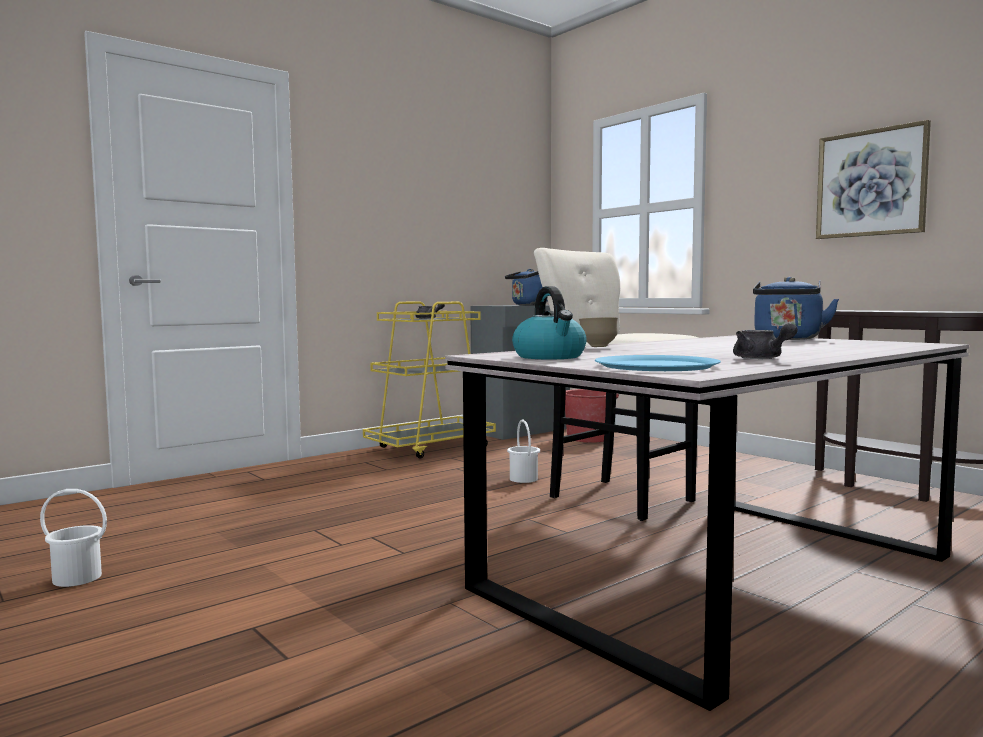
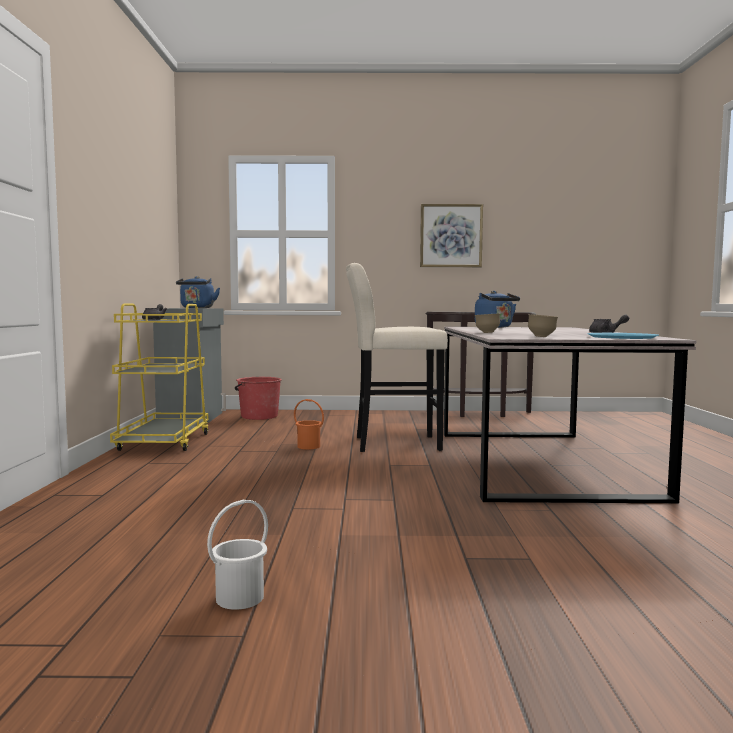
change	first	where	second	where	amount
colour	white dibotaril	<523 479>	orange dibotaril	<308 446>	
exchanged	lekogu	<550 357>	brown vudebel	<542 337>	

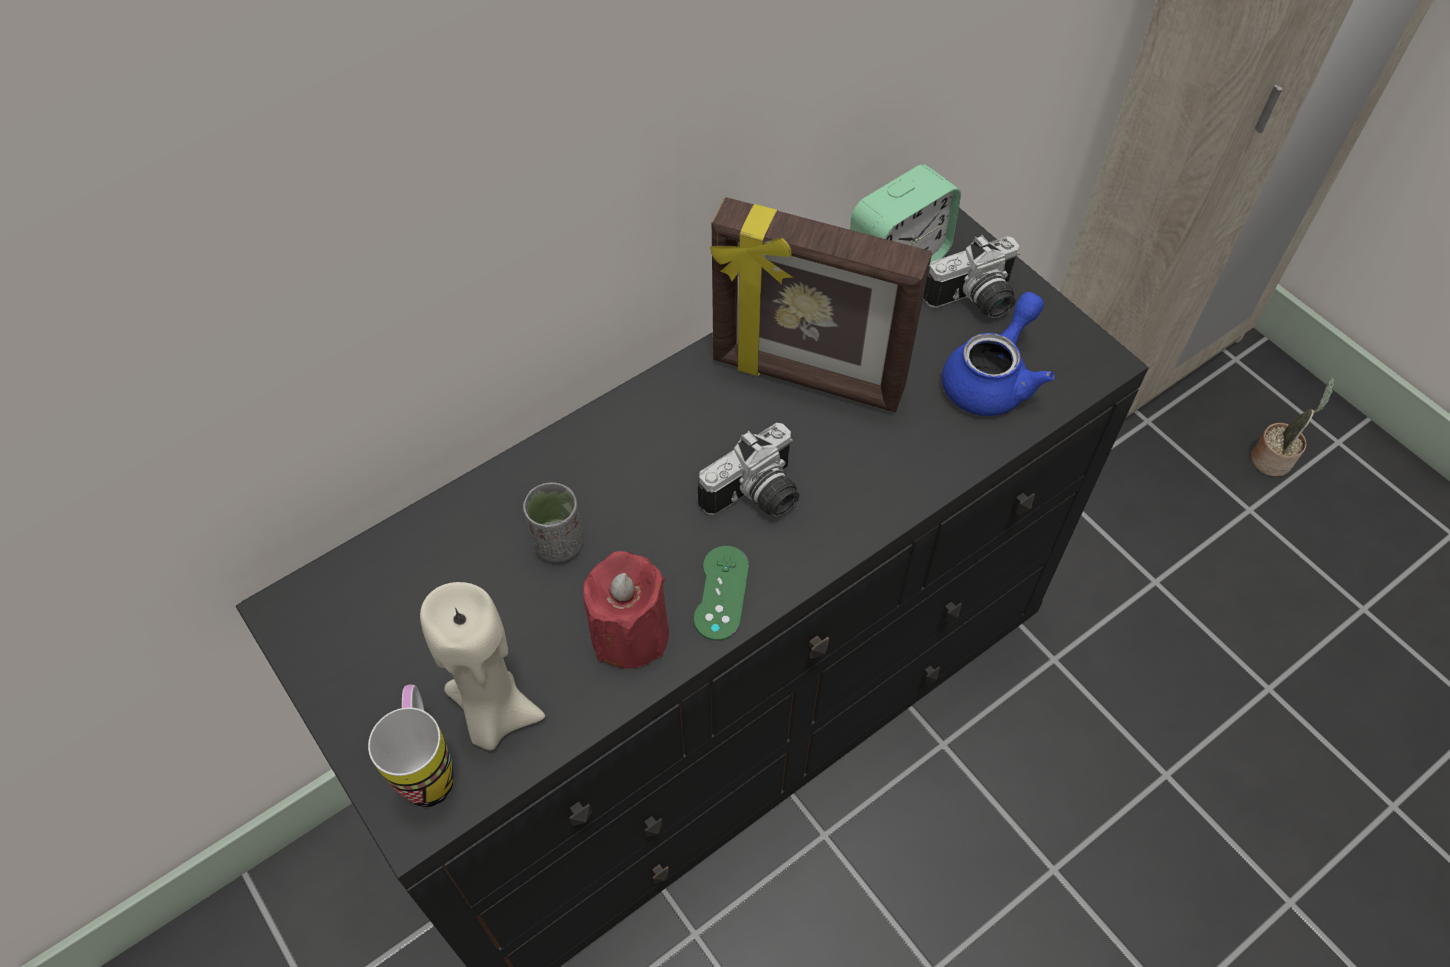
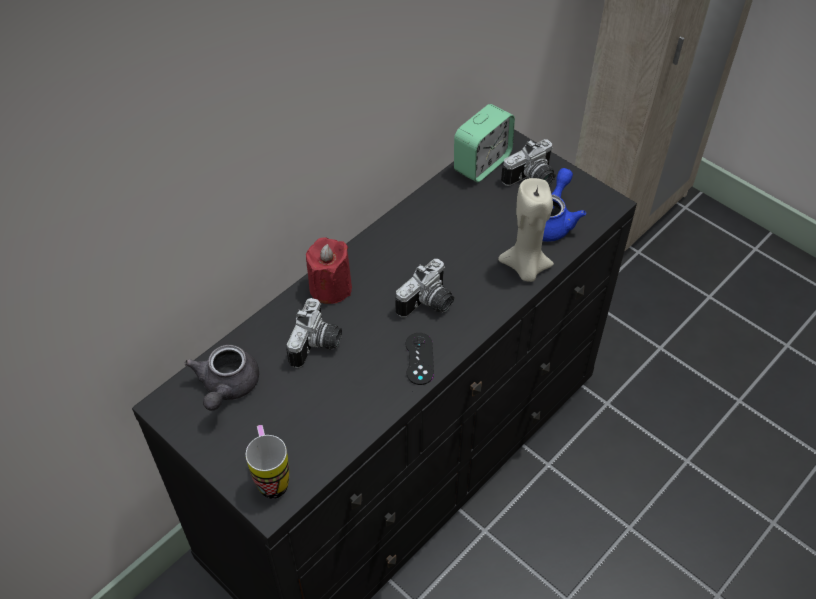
change	first	where	second	where	amount
relocated	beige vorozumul	<494 713>		<525 268>	
exchanged	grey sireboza	<558 543>	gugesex	<318 345>	
relocated	red vorozumul	<630 633>		<330 288>	
colour	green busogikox	<721 593>	black busogikox	<419 359>	
missing	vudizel	<807 378>			
missing	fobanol	<1273 458>			
appeared			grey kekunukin	<227 387>	

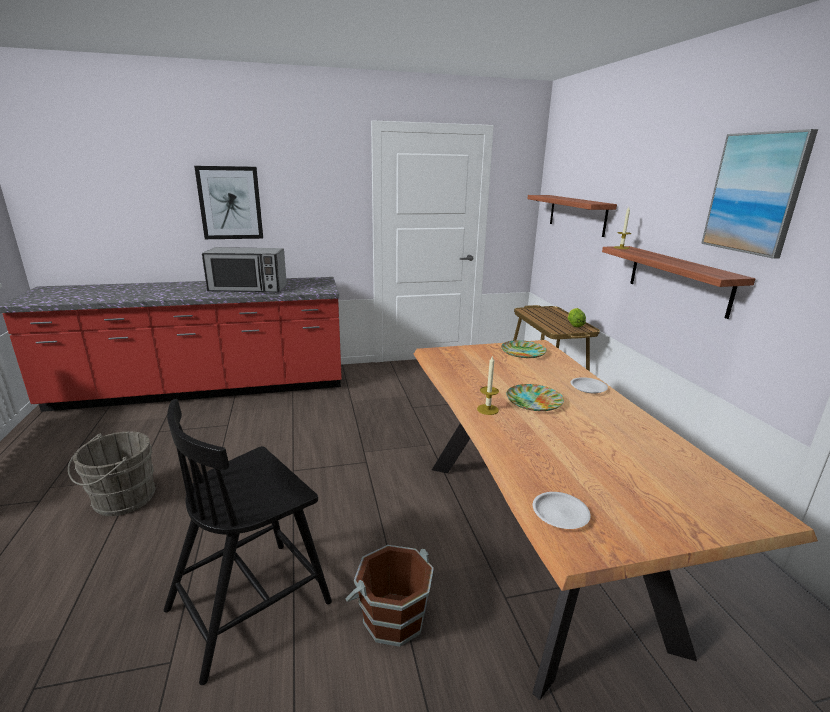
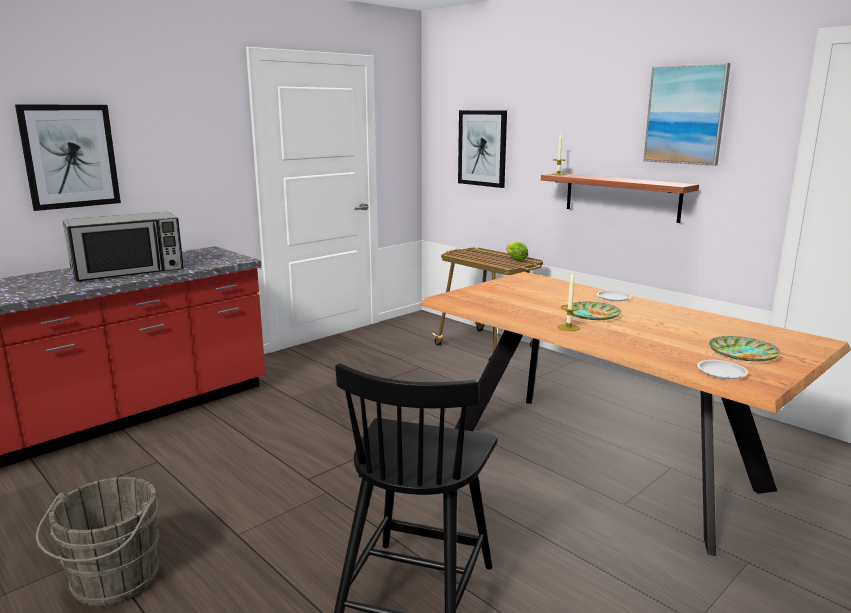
change	first	where	second	where	amount
missing	brown dibotaril	<393 617>			
relocated	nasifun	<523 352>		<742 353>	
exchanged	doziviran	<577 214>	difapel	<482 148>	

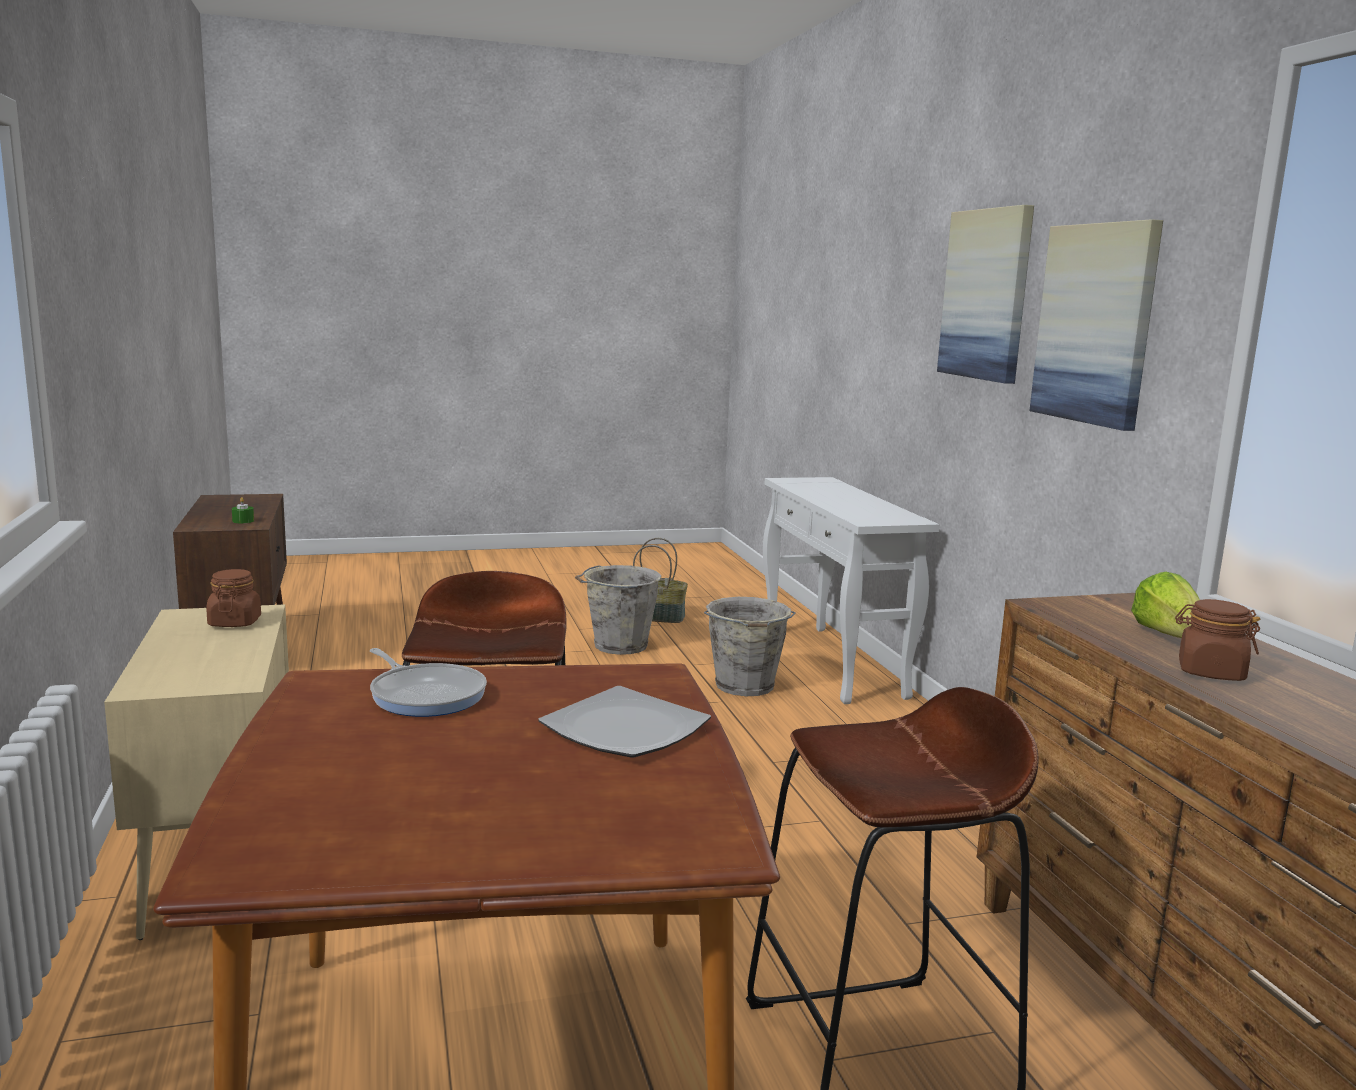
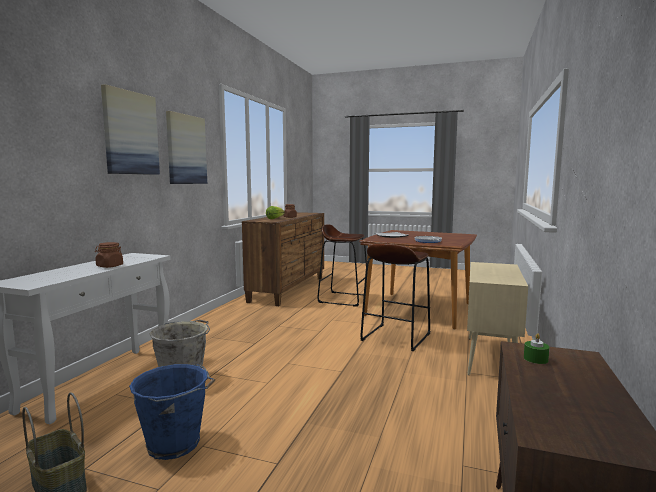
change	first	where	second	where	amount
relocated	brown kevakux	<235 622>		<109 266>	
colour	grey dibotaril	<618 646>	blue dibotaril	<175 444>	

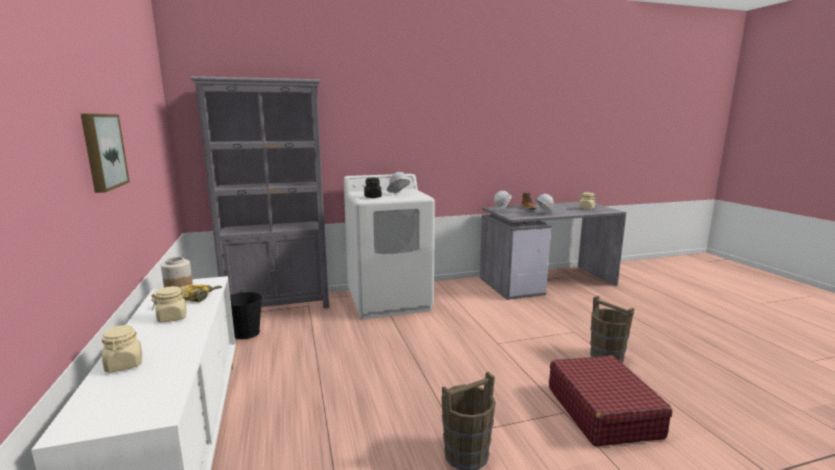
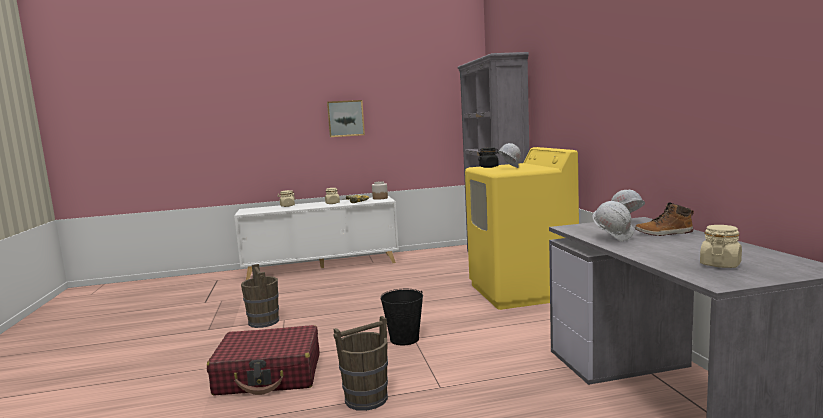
change	first	where	second	where	amount
relocated	black dibotaril	<247 333>		<404 339>	
colour	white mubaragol	<389 301>	yellow mubaragol	<521 291>	

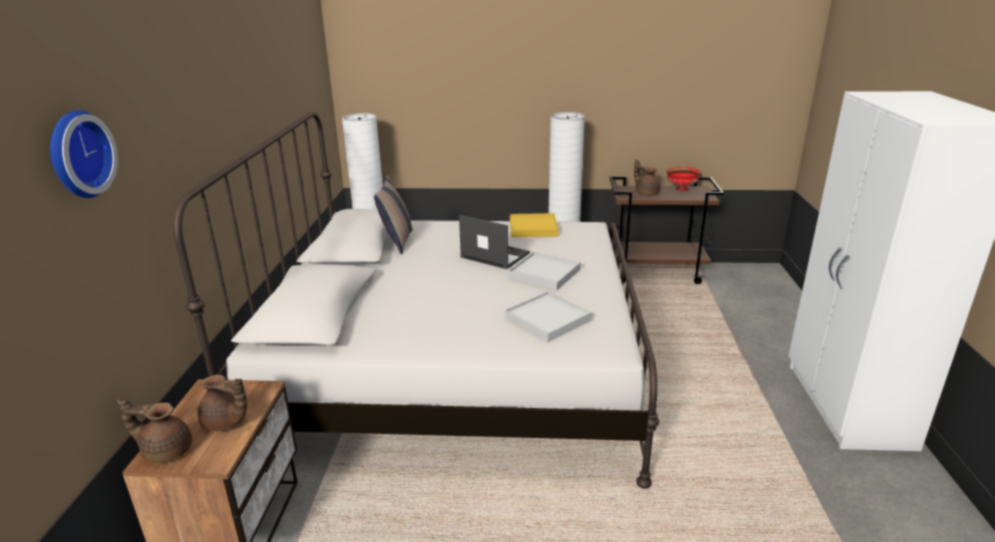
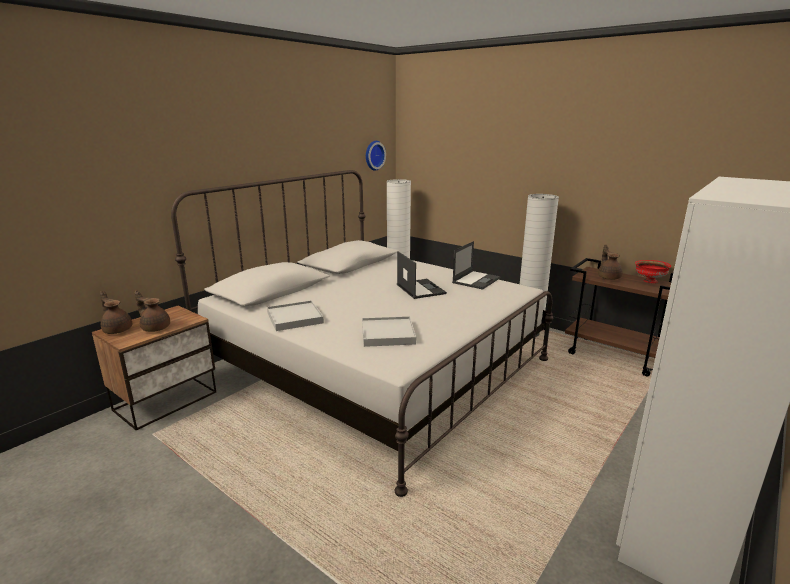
change	first	where	second	where	amount
relocated	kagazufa	<76 154>		<373 155>	
spun	brown kekunukin	<226 423>		<155 328>	150 degrees clockwise
missing	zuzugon	<397 241>			
relocated	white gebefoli	<545 273>		<295 318>	
exchanged	yellow gebefoli	<533 228>	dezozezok	<476 280>	

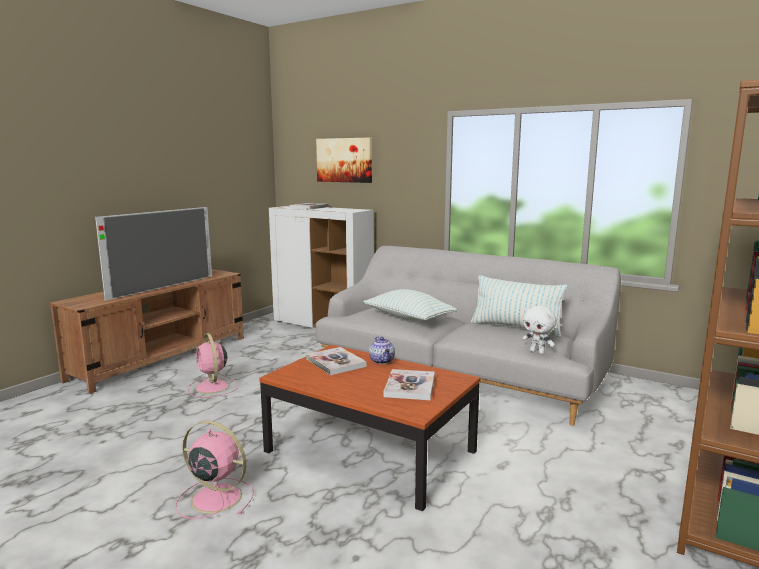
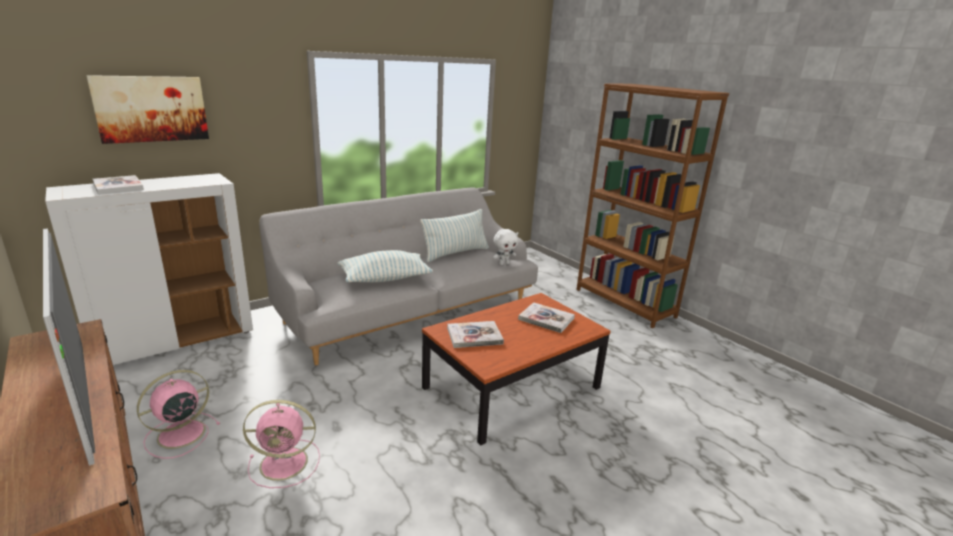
change	first	where	second	where	amount
relocated	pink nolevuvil	<214 498>		<179 435>	
missing	kekunukin	<382 361>			

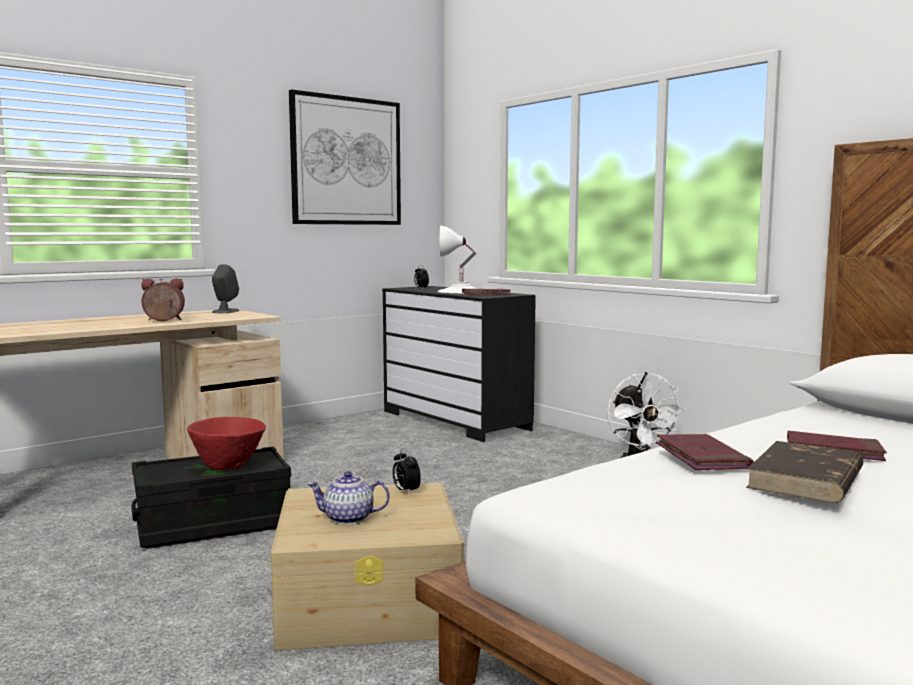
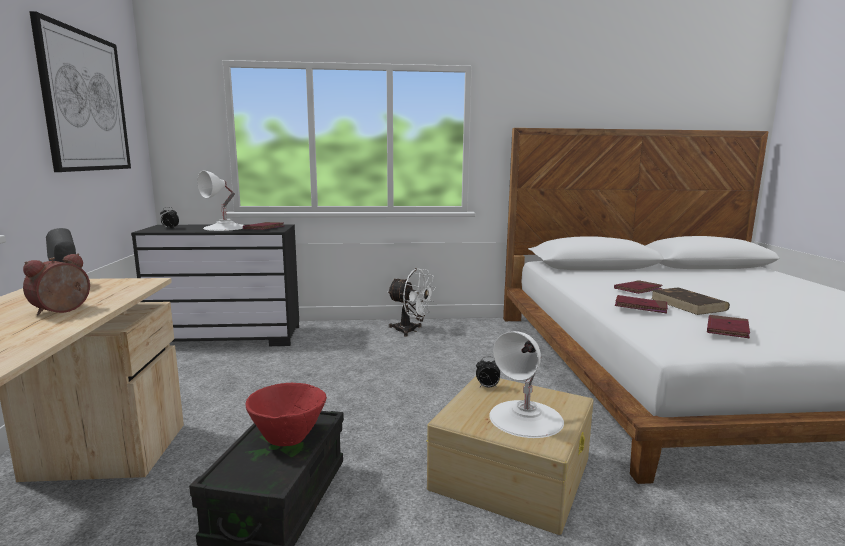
change	first	where	second	where	amount
exchanged	kekunukin	<349 518>	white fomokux	<526 418>	
appeared			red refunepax	<727 329>	

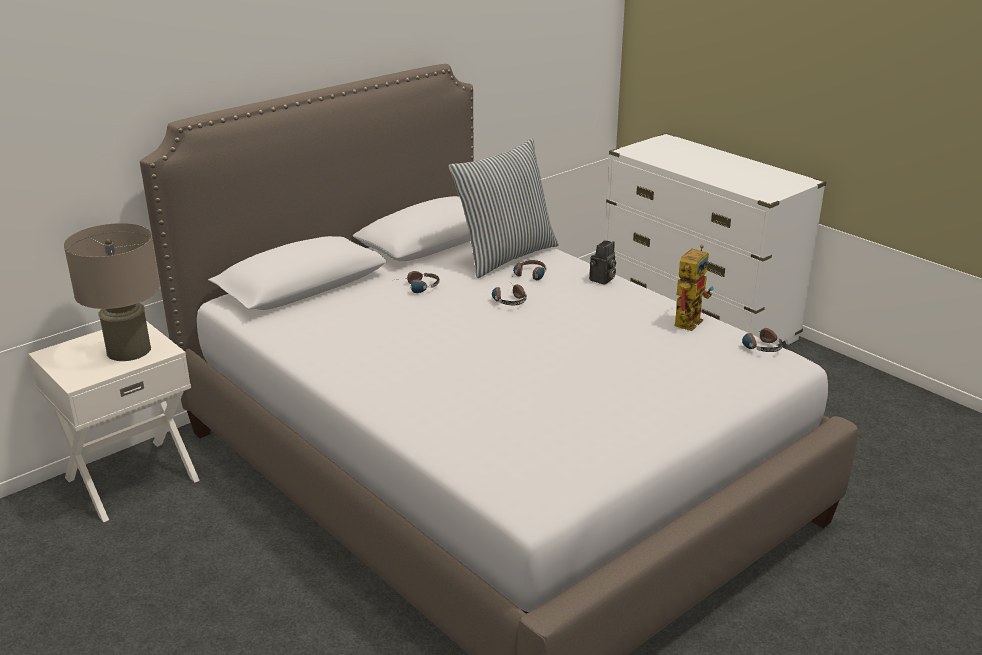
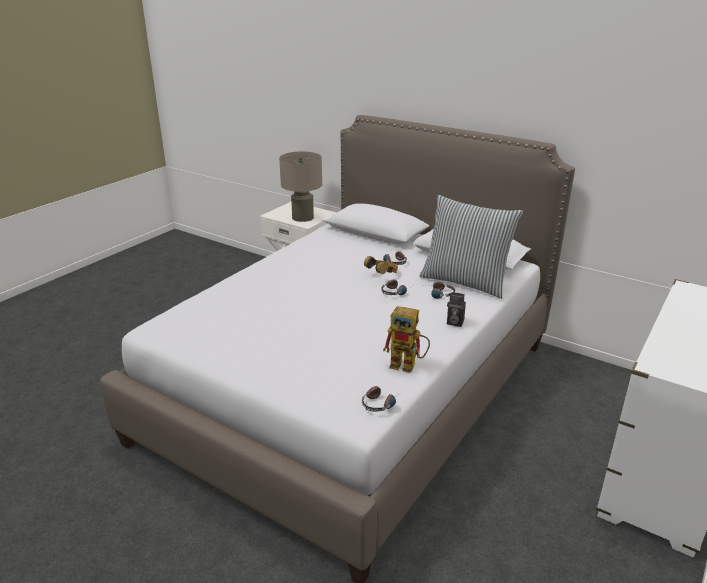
change	first	where	second	where	amount
appeared			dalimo	<382 275>	

